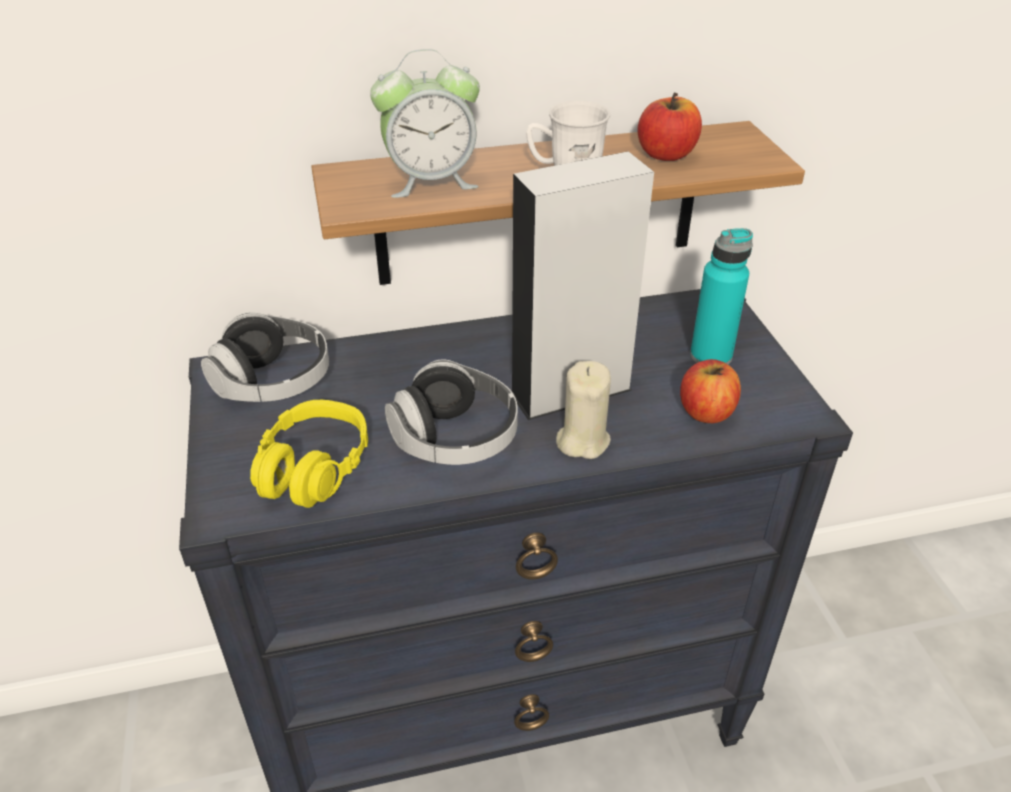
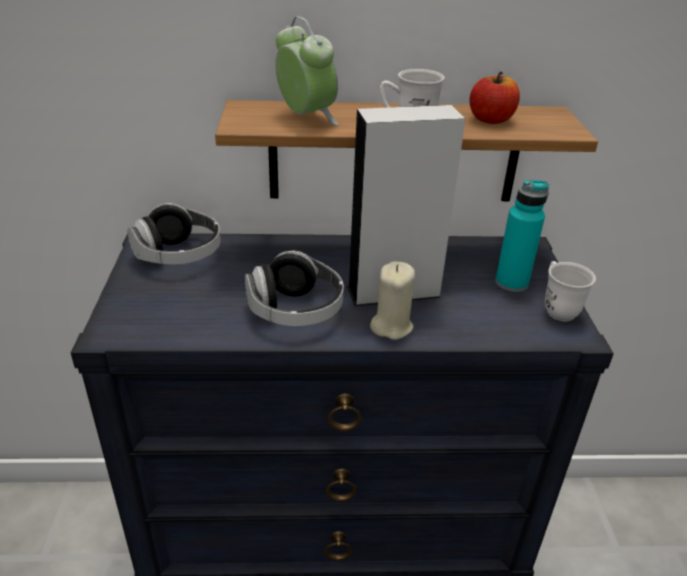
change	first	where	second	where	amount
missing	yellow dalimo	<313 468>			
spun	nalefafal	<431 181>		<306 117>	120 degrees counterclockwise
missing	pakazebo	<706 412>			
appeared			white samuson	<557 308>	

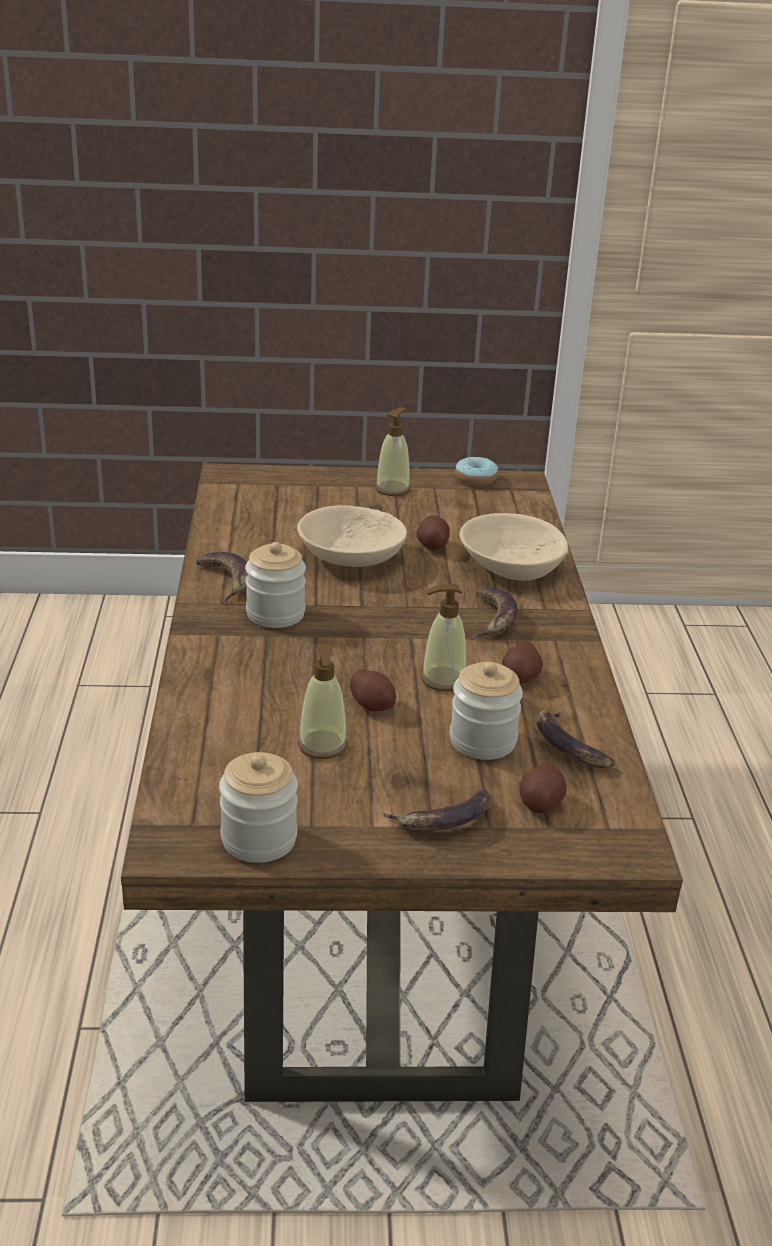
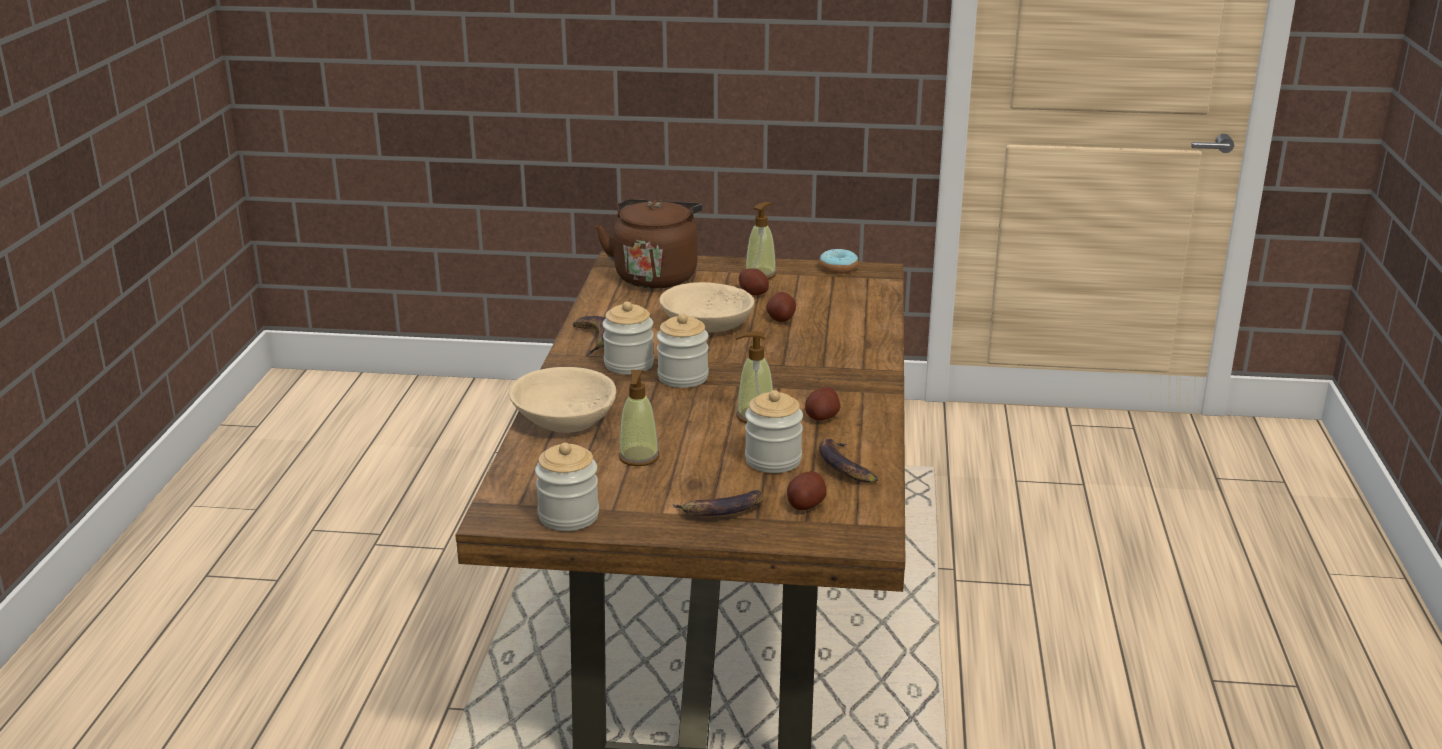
change	first	where	second	where	amount
relocated	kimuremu	<372 705>		<753 293>	
relocated	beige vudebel	<511 566>		<564 418>	
missing	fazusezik	<493 619>			
appeared			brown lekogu	<656 275>	
appeared			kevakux	<683 377>	

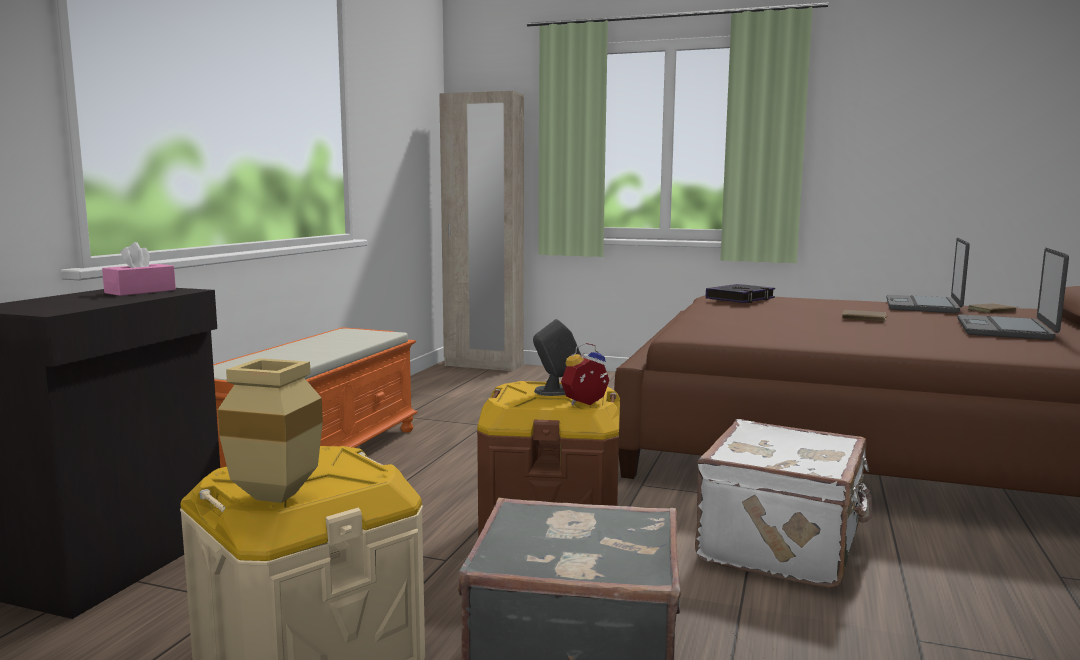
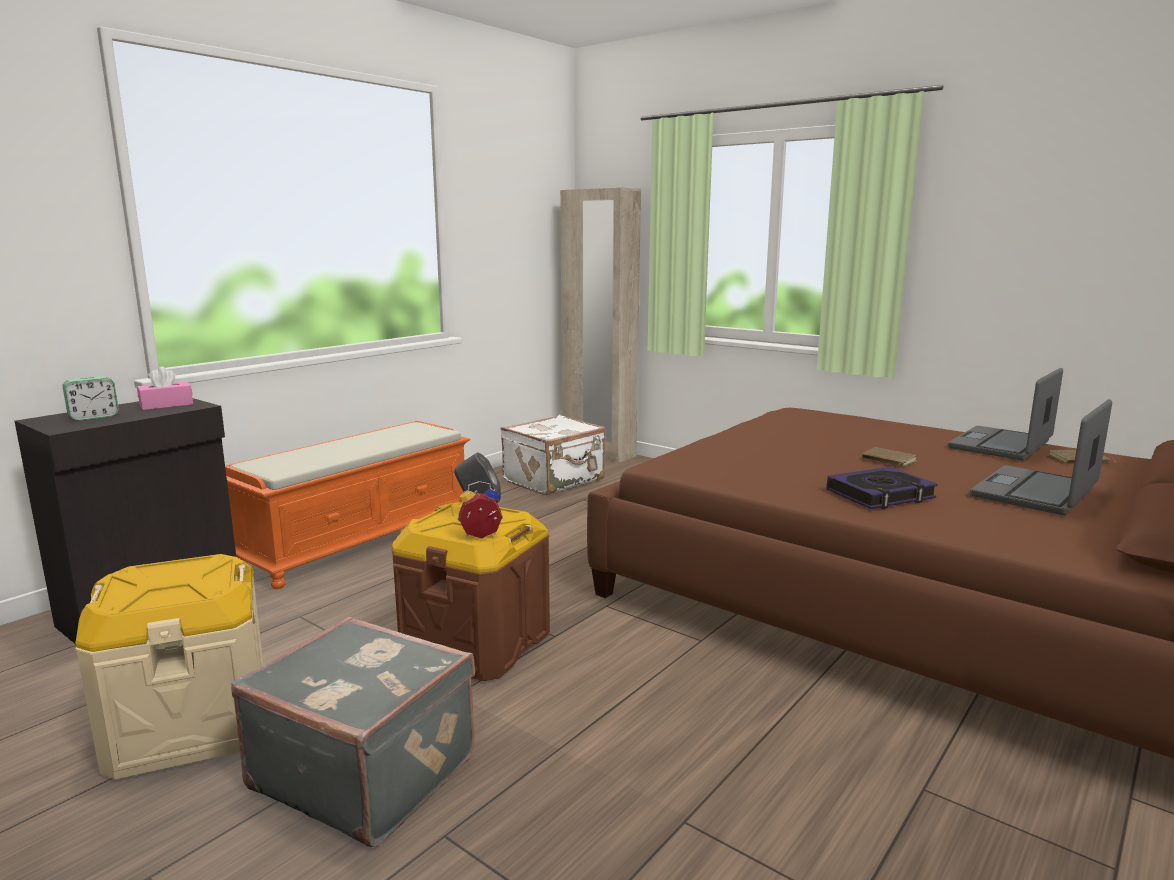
change	first	where	second	where	amount
missing	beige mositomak	<271 497>			
relocated	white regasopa	<783 546>		<555 480>	
relocated	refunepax	<740 298>		<880 495>	
appeared			nalefafal	<94 417>	

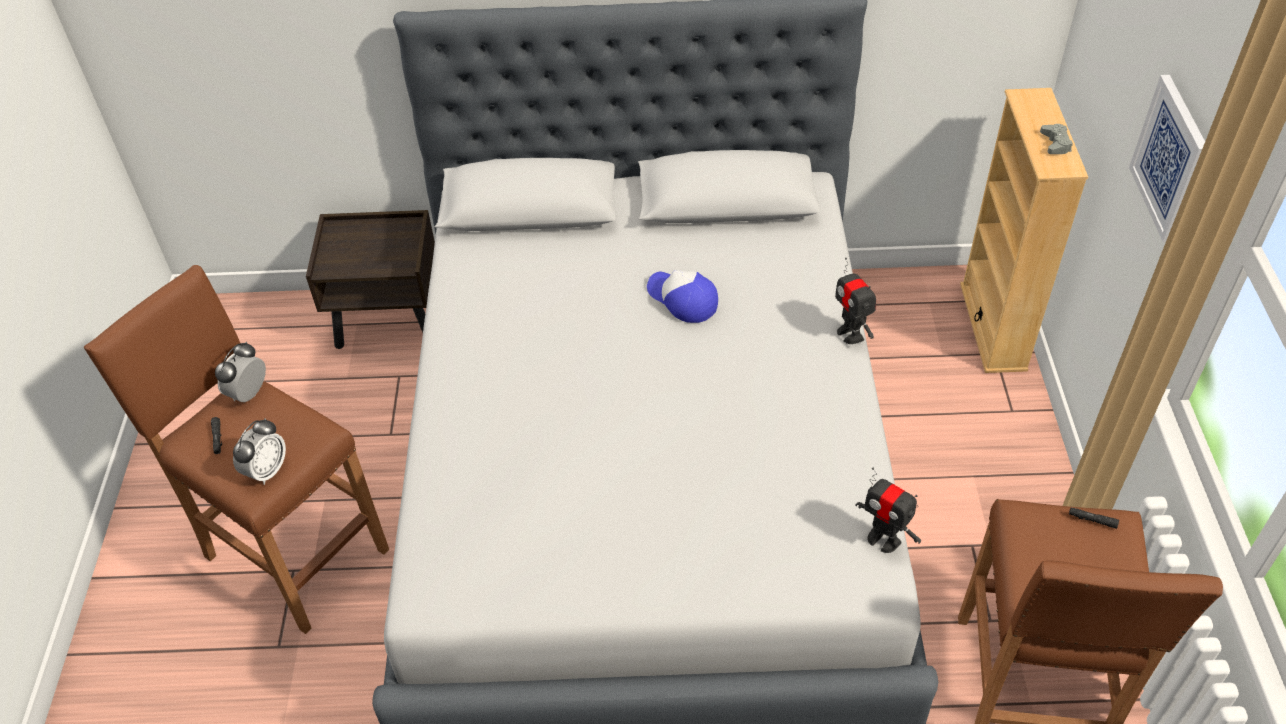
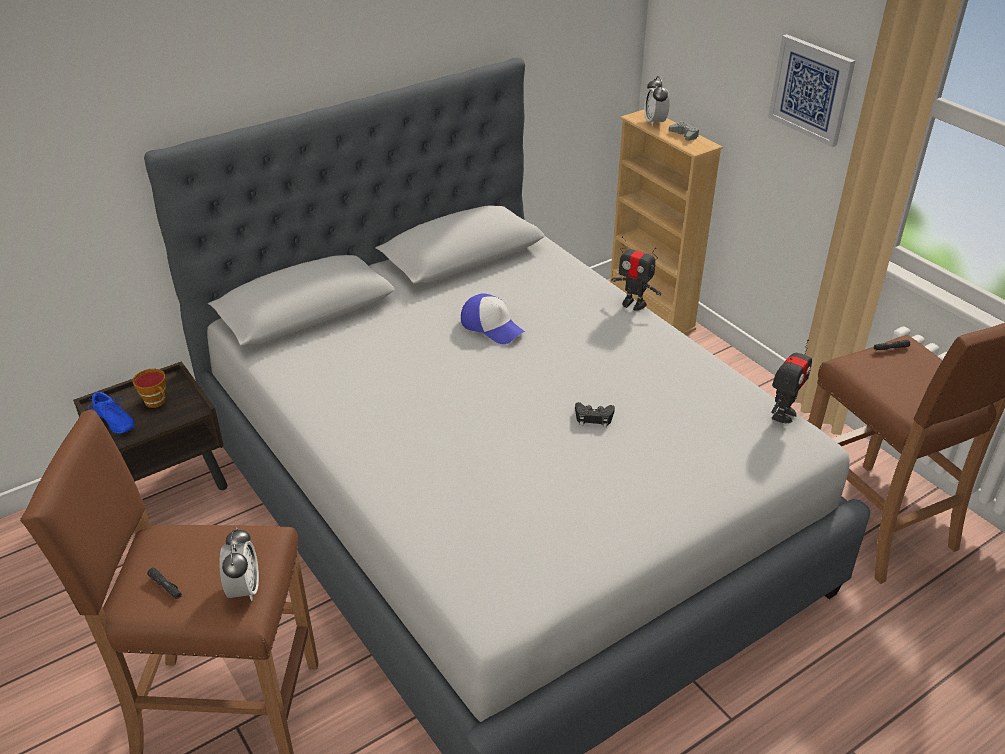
change	first	where	second	where	amount
relocated	nalefafal	<249 393>		<655 122>	
spun	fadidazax	<682 299>		<492 326>	150 degrees counterclockwise
spun	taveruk	<883 539>		<783 414>	60 degrees counterclockwise
appeared			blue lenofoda	<113 422>	
appeared			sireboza	<157 402>	
appeared			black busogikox	<594 418>	

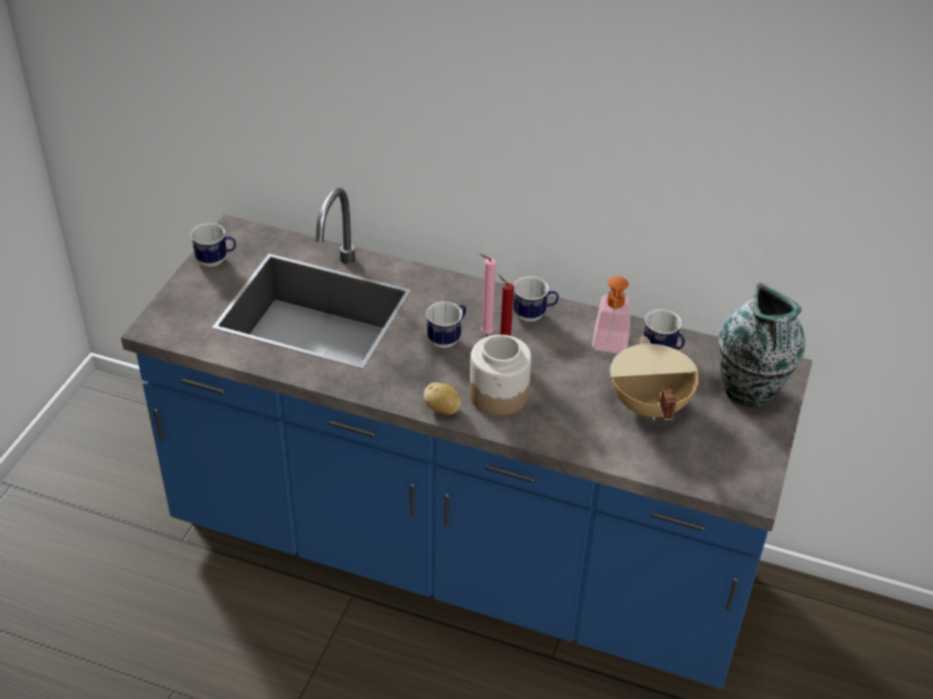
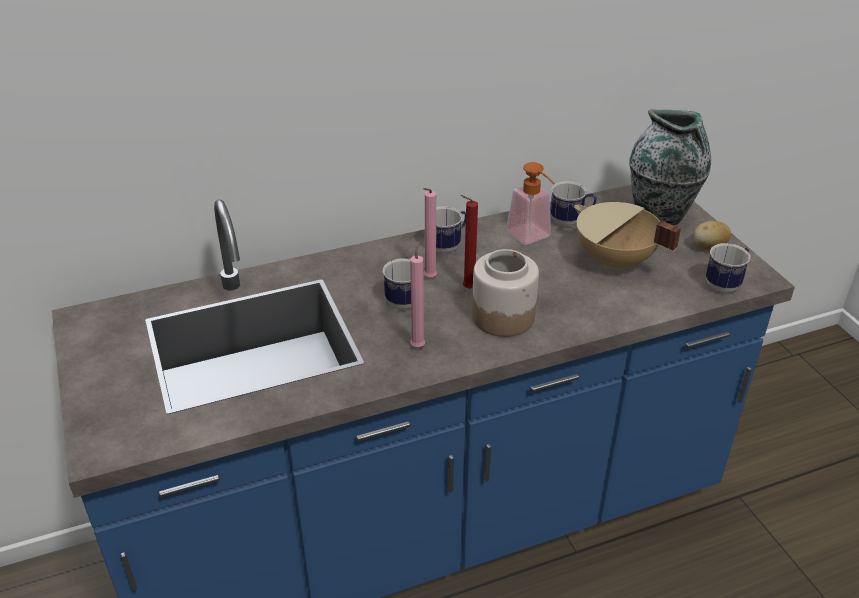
change	first	where	second	where	amount
relocated	samuson	<216 261>		<725 284>	
relocated	kimuremu	<443 410>		<708 247>	
appeared			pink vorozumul	<418 345>	

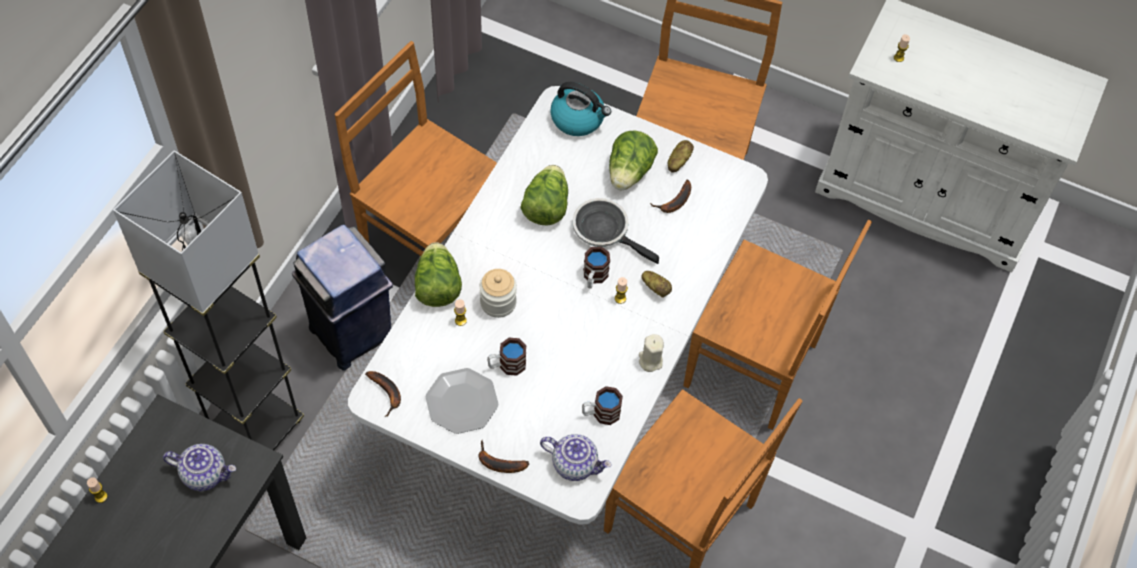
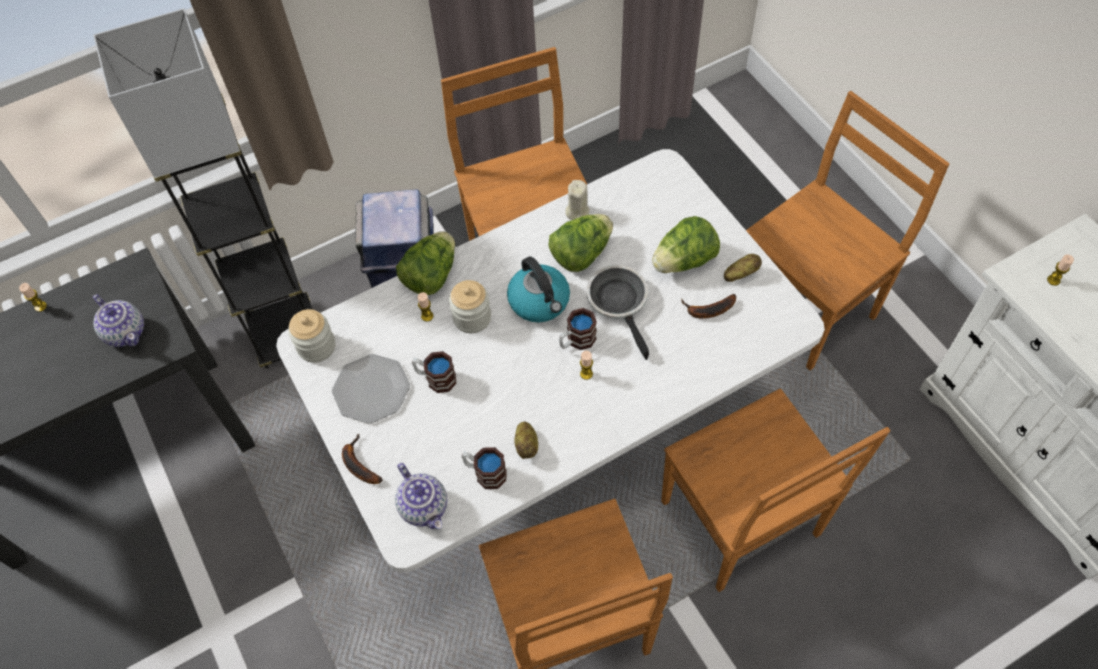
change	first	where	second	where	amount
exchanged	fazusezik	<387 393>	kevakux	<316 346>	
relocated	lekogu	<578 119>		<540 302>	
relocated	beige vorozumul	<650 360>		<577 211>	
relocated	kimuremu	<656 288>		<527 445>	

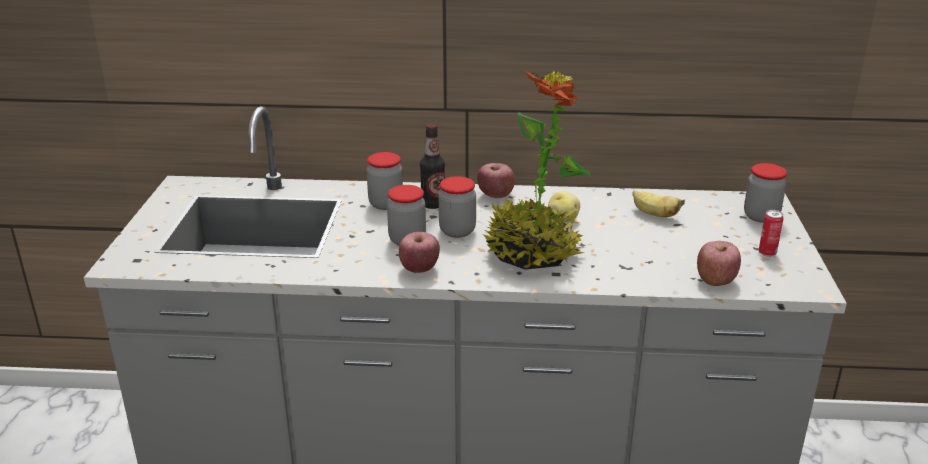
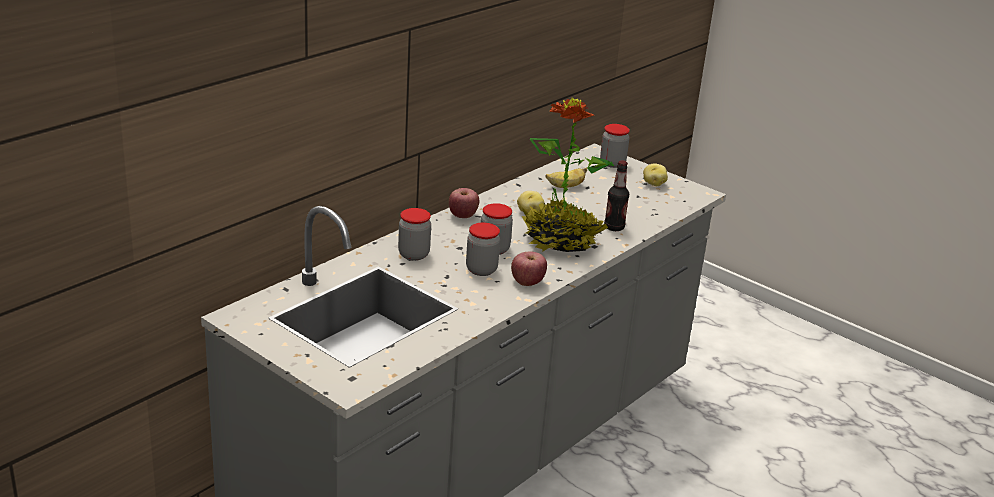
change	first	where	second	where	amount
relocated	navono	<433 204>		<614 227>	
missing	pakazebo	<715 280>			
exchanged	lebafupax	<767 253>	kimuremu	<654 184>	

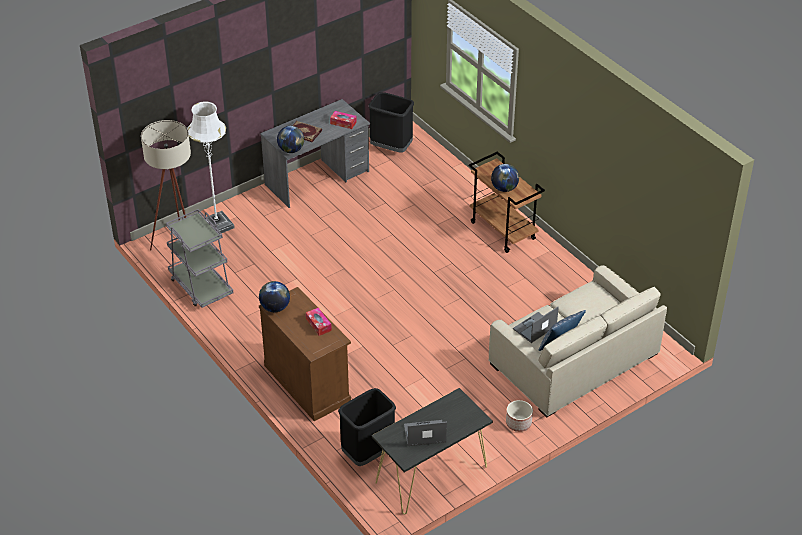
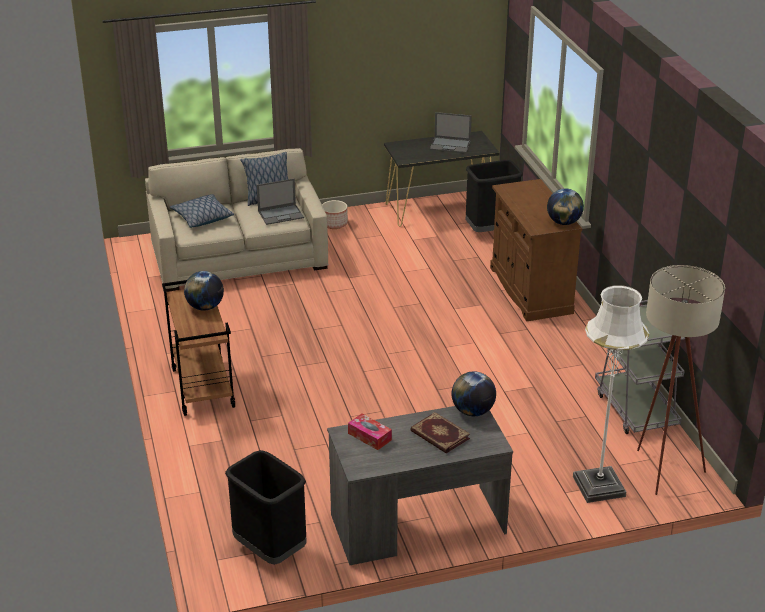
change	first	where	second	where	amount
missing	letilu	<318 324>			
appeared			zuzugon	<202 217>	

